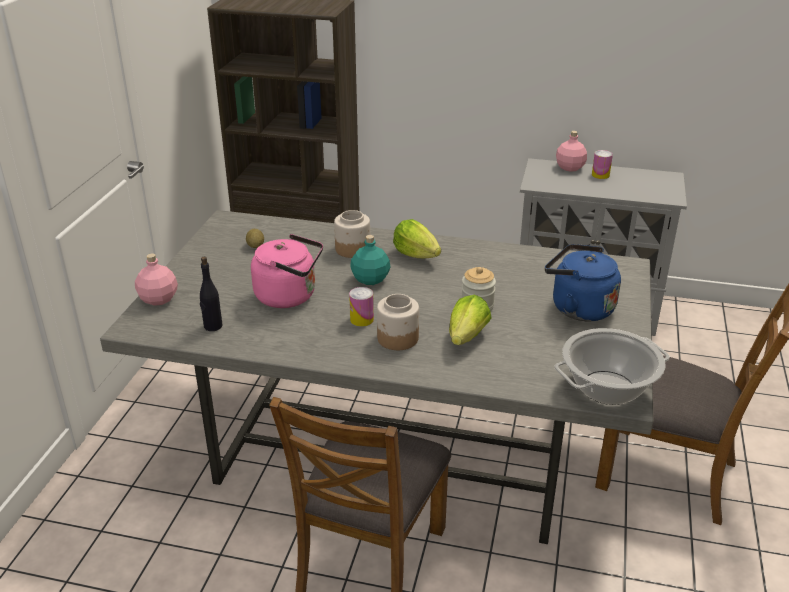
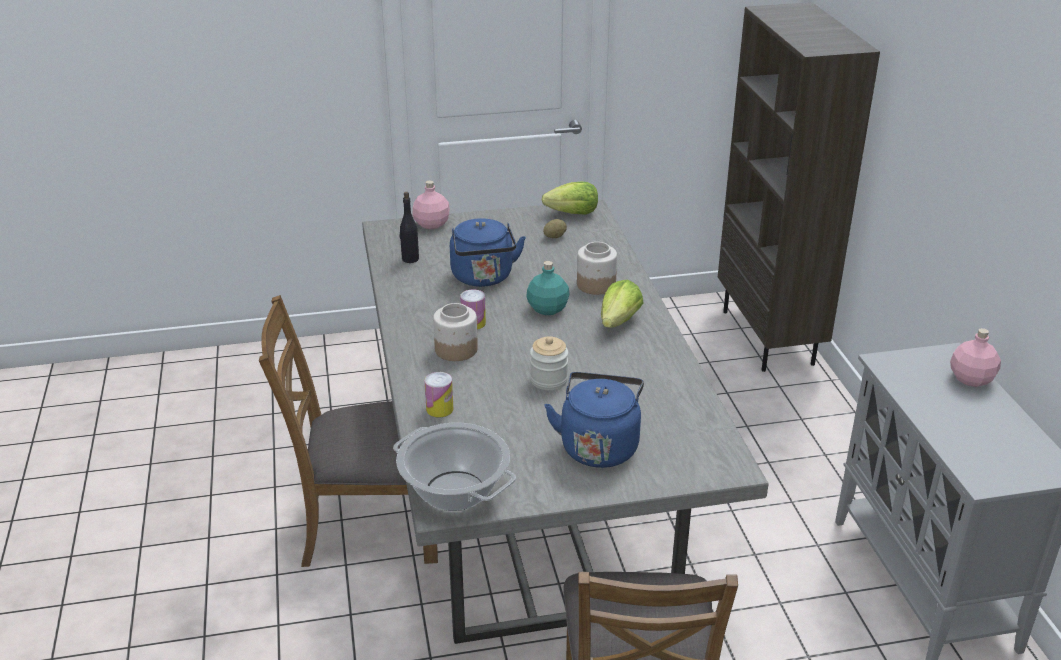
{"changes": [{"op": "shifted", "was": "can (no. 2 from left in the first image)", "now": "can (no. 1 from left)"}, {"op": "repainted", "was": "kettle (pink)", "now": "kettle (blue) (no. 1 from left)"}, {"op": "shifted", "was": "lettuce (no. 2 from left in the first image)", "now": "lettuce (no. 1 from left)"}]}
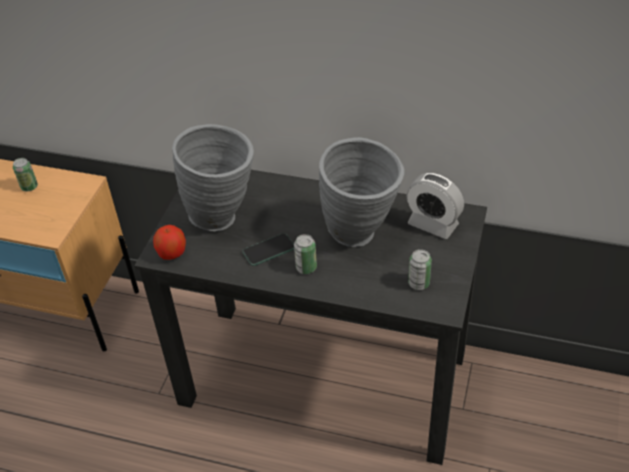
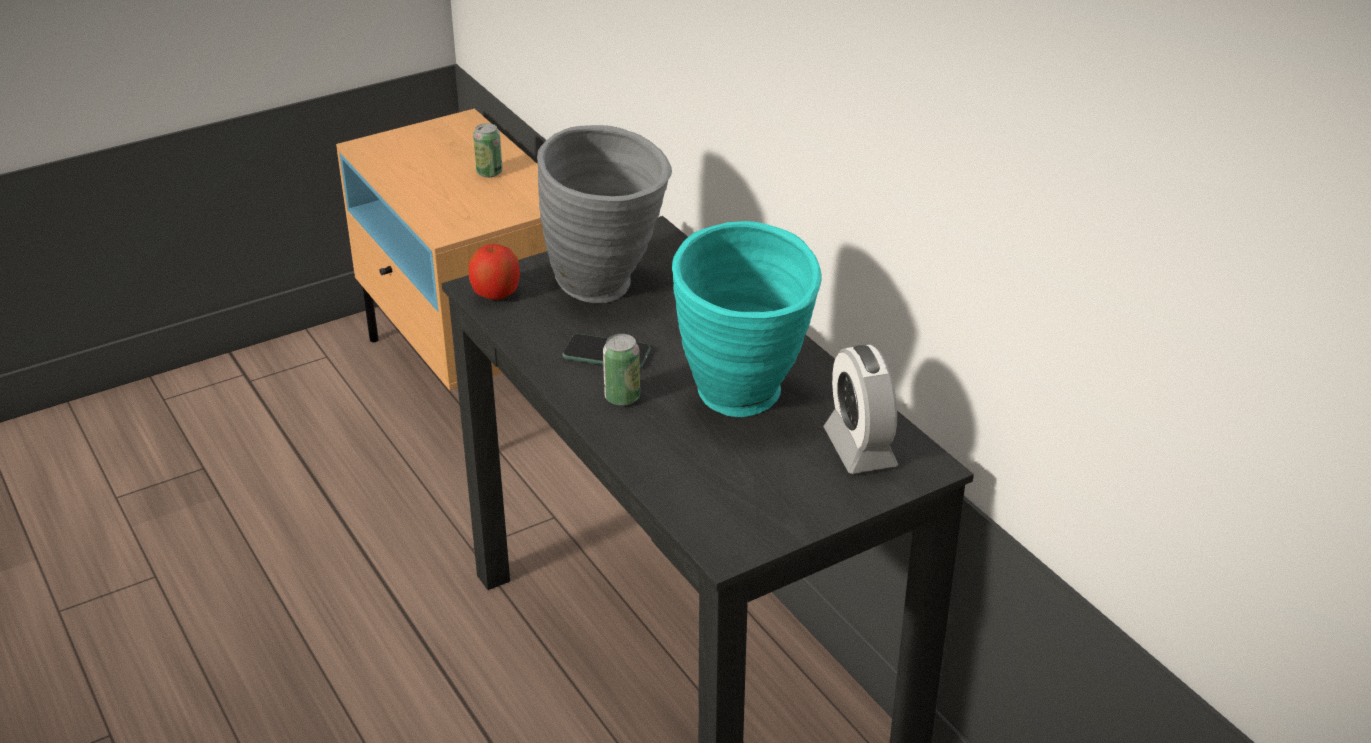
{"changes": [{"op": "repainted", "was": "vase (grey) (no. 2 from left)", "now": "vase (turquoise)"}, {"op": "gone", "was": "can (no. 3 from left)"}]}
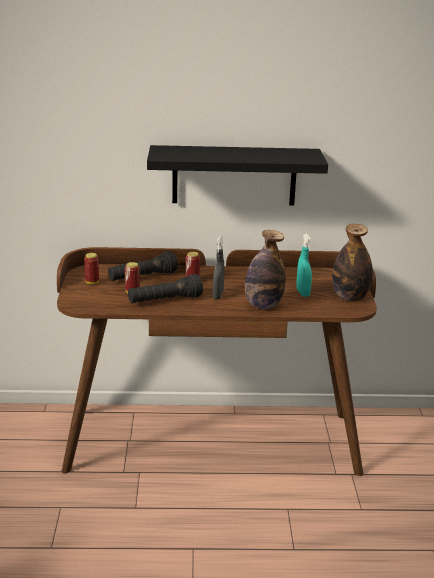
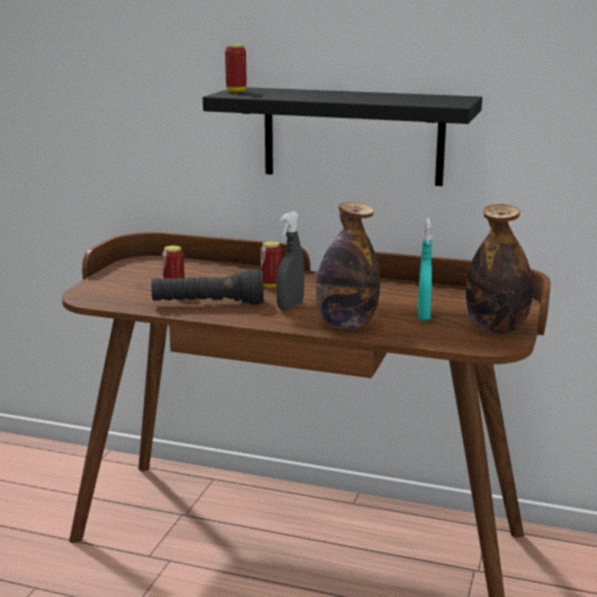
{"changes": [{"op": "shifted", "was": "can (no. 1 from left in the first image)", "now": "can (no. 2 from left)"}, {"op": "gone", "was": "flashlight (black) (no. 1 from left)"}]}
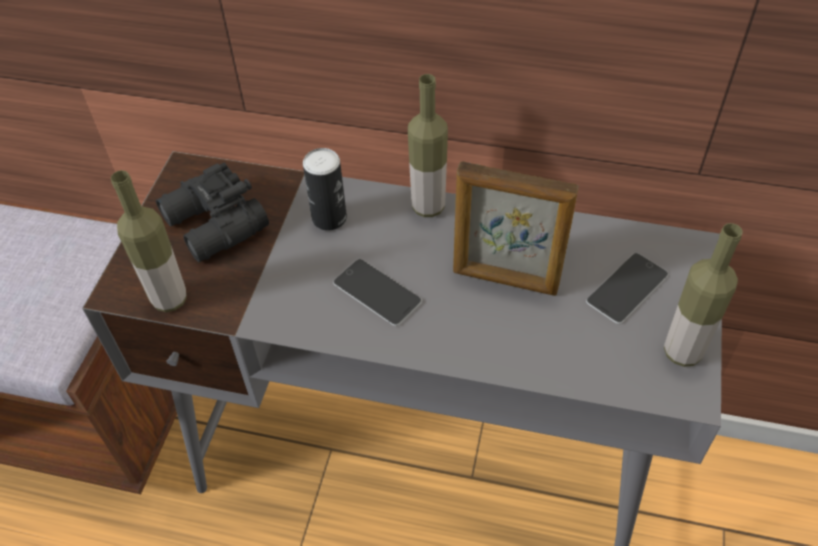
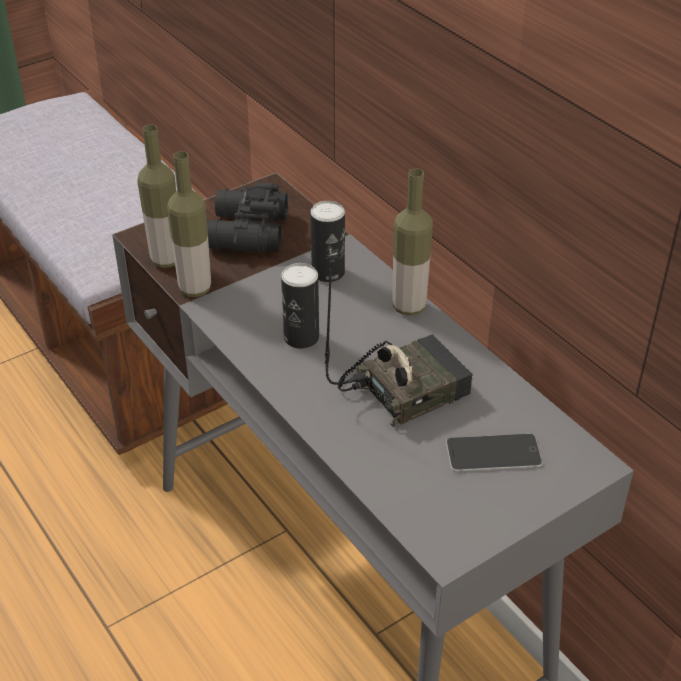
{"changes": [{"op": "shifted", "was": "bottle (no. 3 from left in the first image)", "now": "bottle (no. 2 from left)"}, {"op": "swapped", "was": "phone (no. 1 from left)", "now": "can (no. 1 from left)"}, {"op": "swapped", "was": "picture frame", "now": "radio"}]}
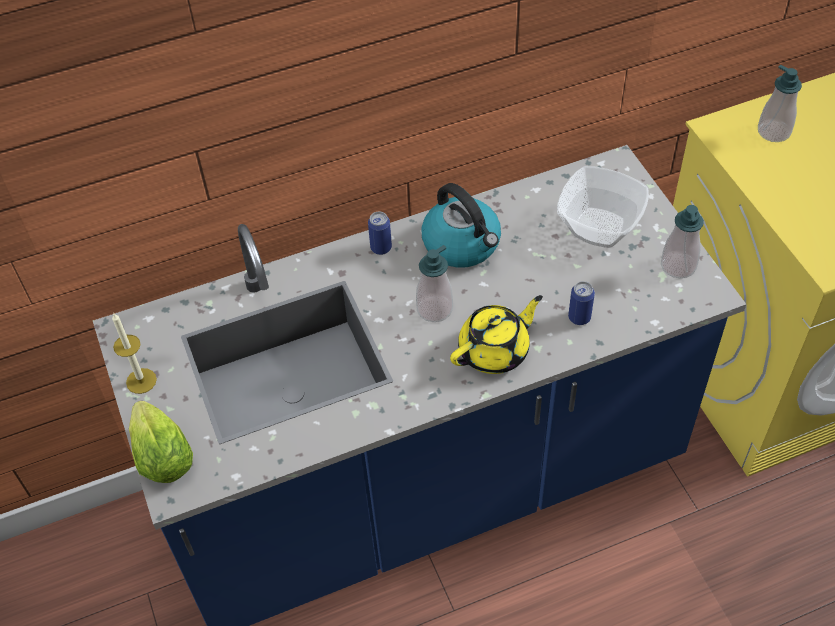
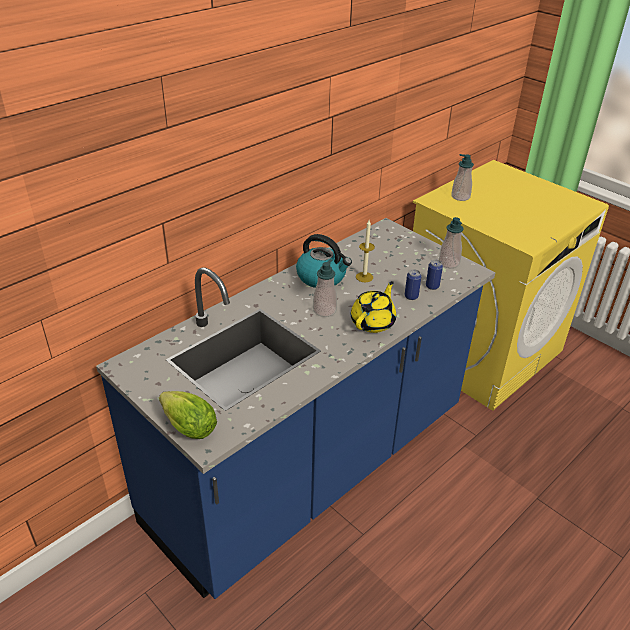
{"changes": [{"op": "shifted", "was": "candle"}, {"op": "shifted", "was": "can (no. 1 from left in the first image)", "now": "can (no. 2 from left)"}, {"op": "gone", "was": "bowl"}]}
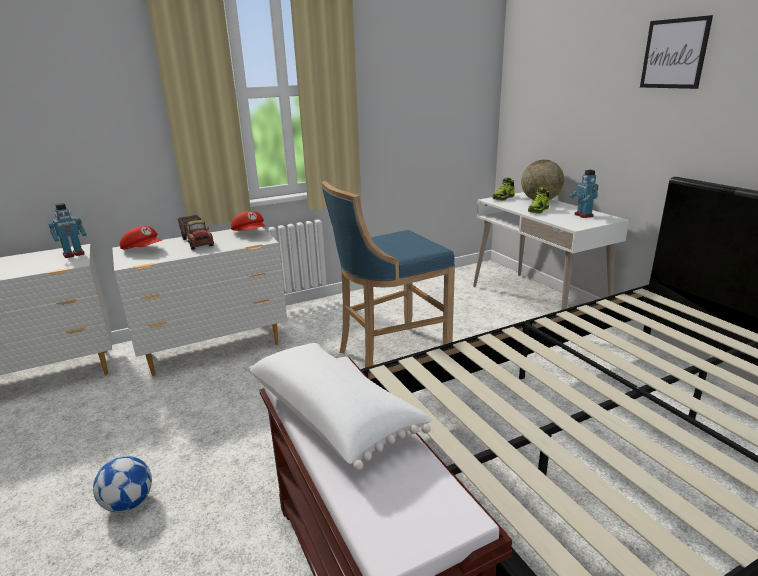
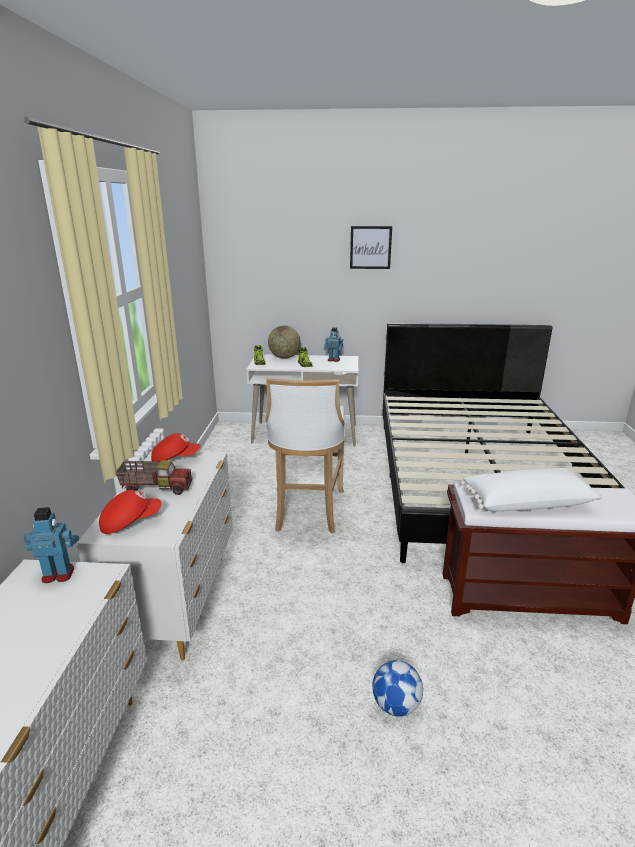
{"changes": [{"op": "rotated", "was": "toy robot (no. 1 from left)", "clockwise": -90}, {"op": "repainted", "was": "stool (blue)", "now": "stool (white)"}]}
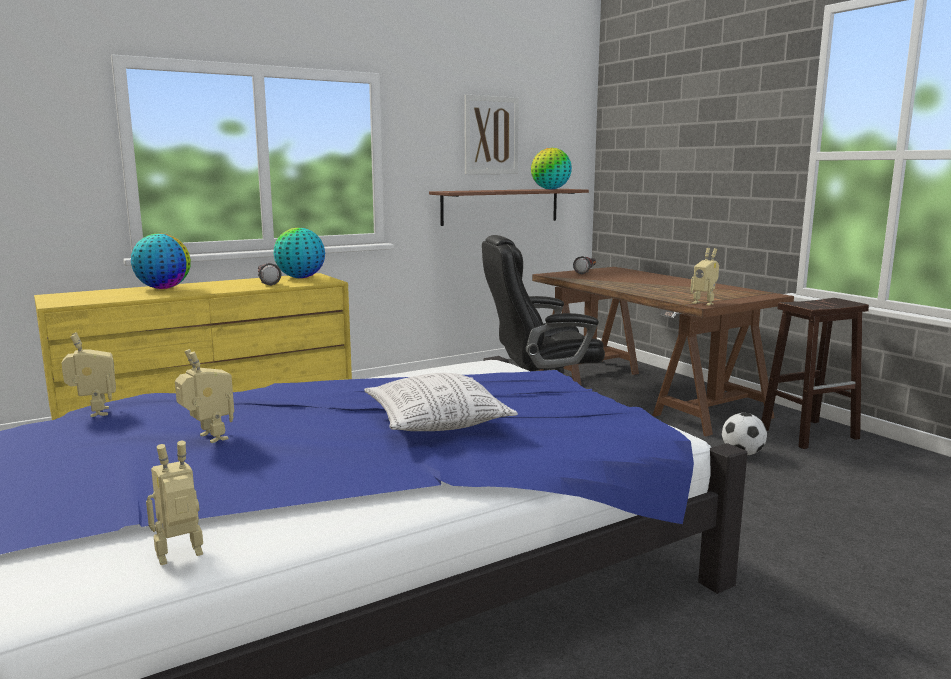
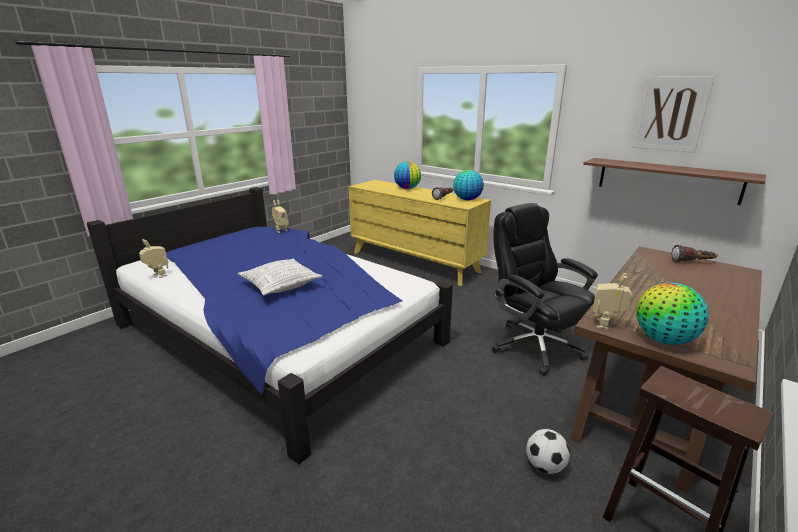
{"changes": [{"op": "shifted", "was": "globe (no. 3 from left)"}, {"op": "gone", "was": "toy robot (no. 3 from left)"}]}
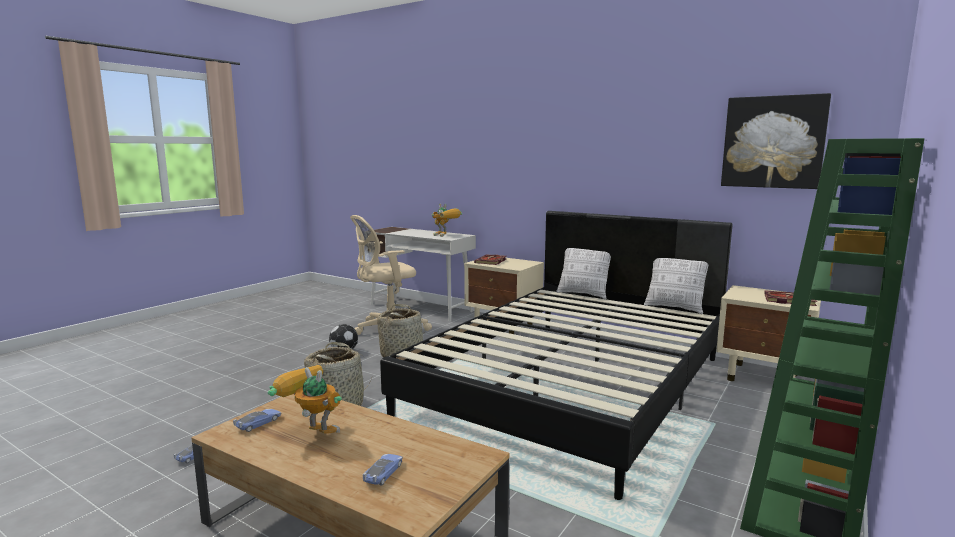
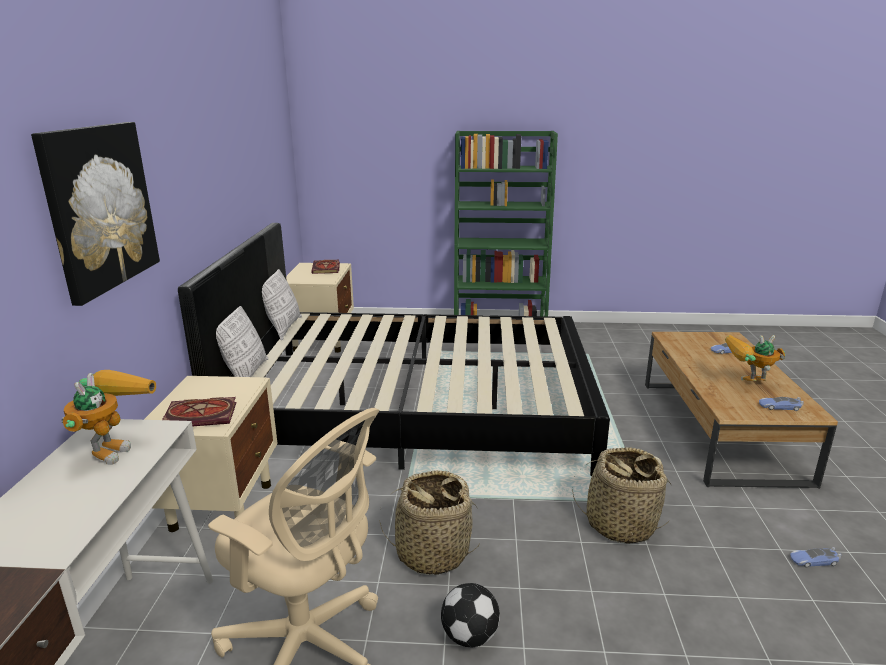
{"changes": [{"op": "shifted", "was": "picture"}, {"op": "rotated", "was": "toy robot (no. 1 from left in the first image)", "clockwise": 90}]}
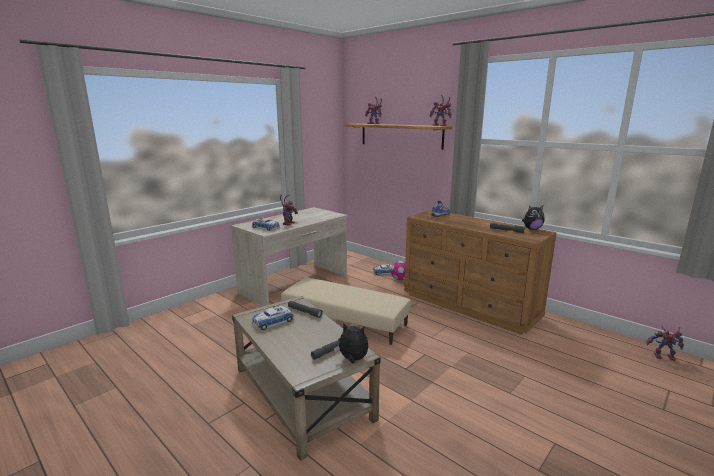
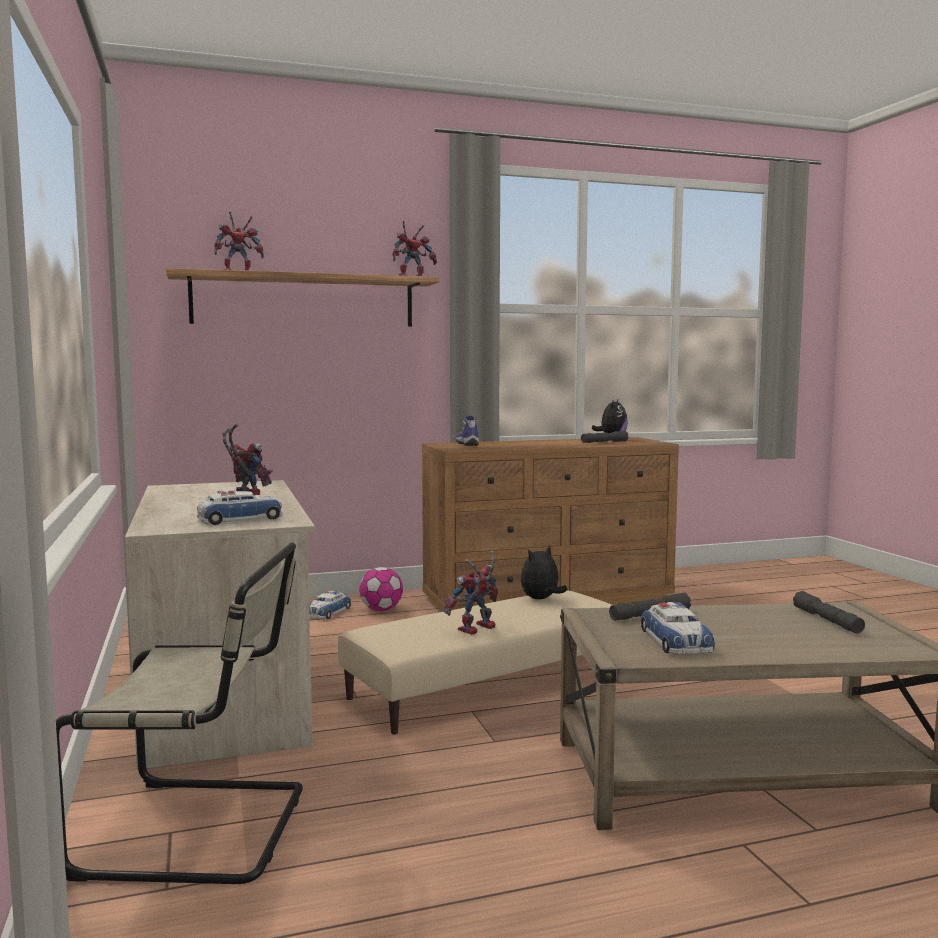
{"changes": [{"op": "new", "now": "chair (beige)"}, {"op": "shifted", "was": "toy robot (no. 4 from left)"}, {"op": "shifted", "was": "plush toy (no. 1 from left)"}]}
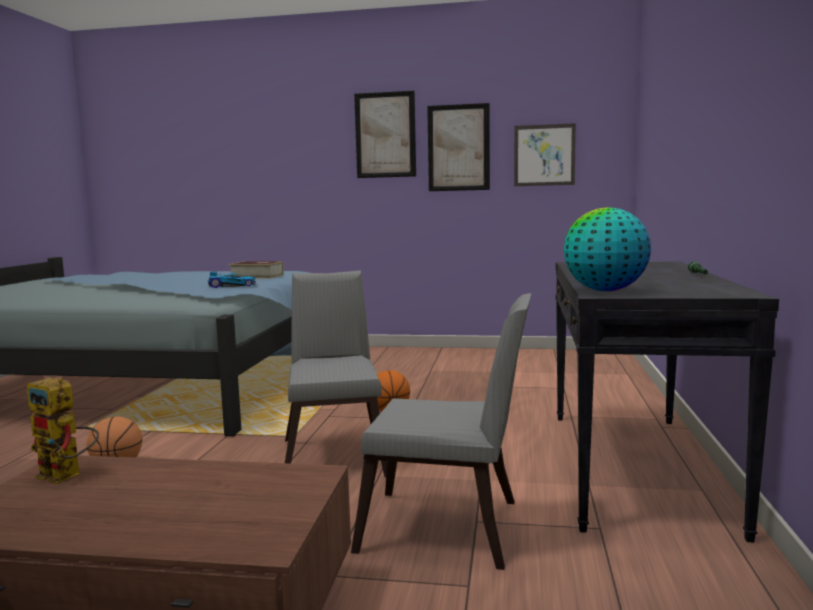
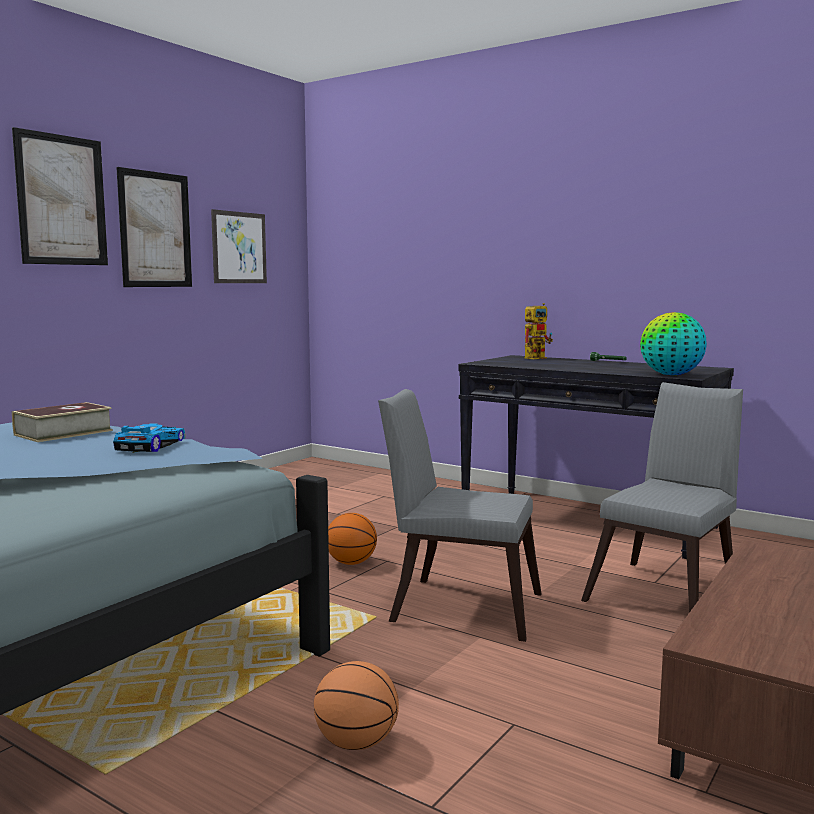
{"changes": [{"op": "shifted", "was": "toy robot"}]}
